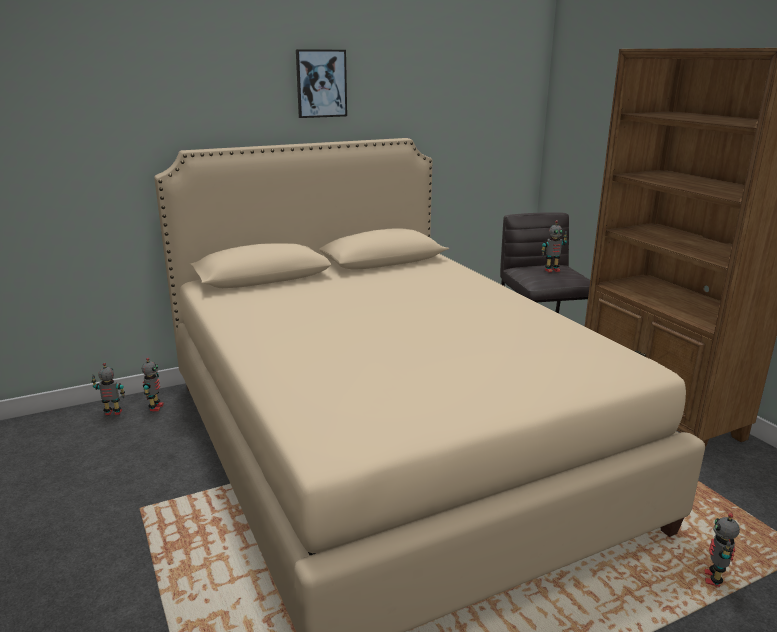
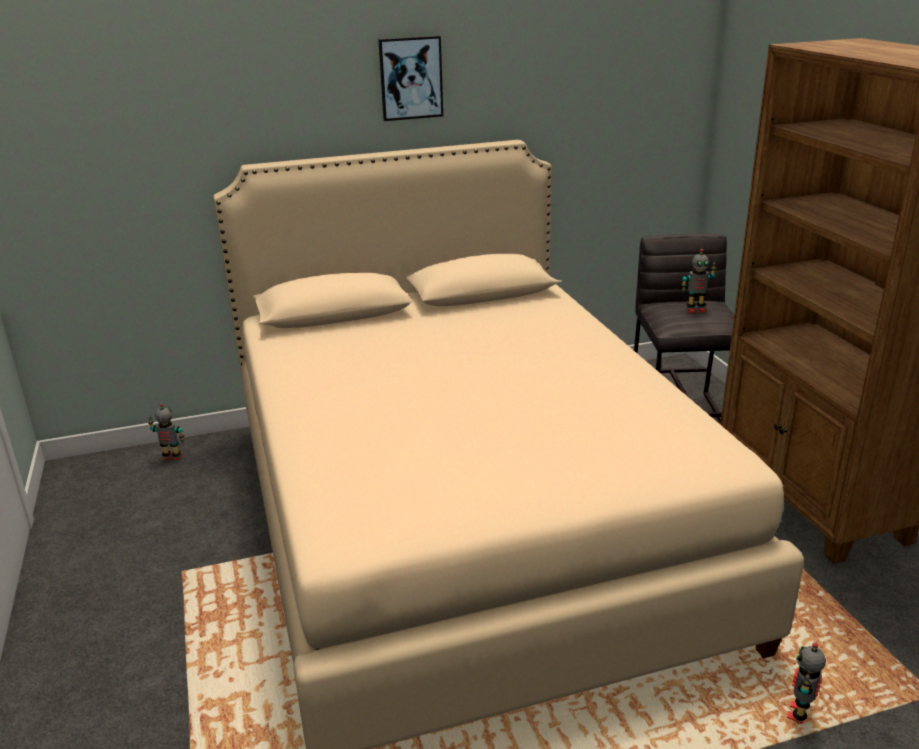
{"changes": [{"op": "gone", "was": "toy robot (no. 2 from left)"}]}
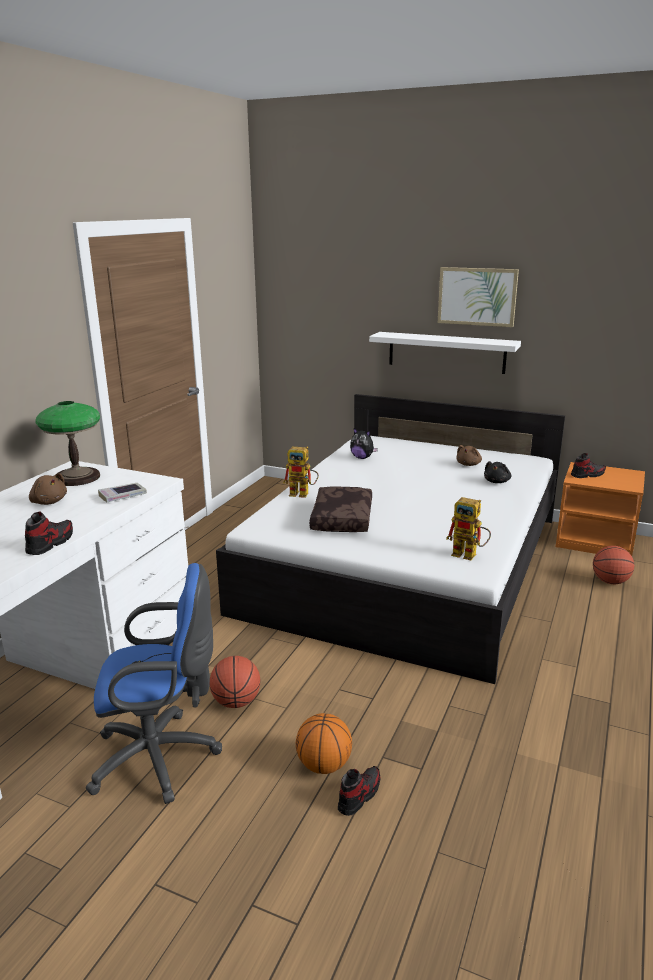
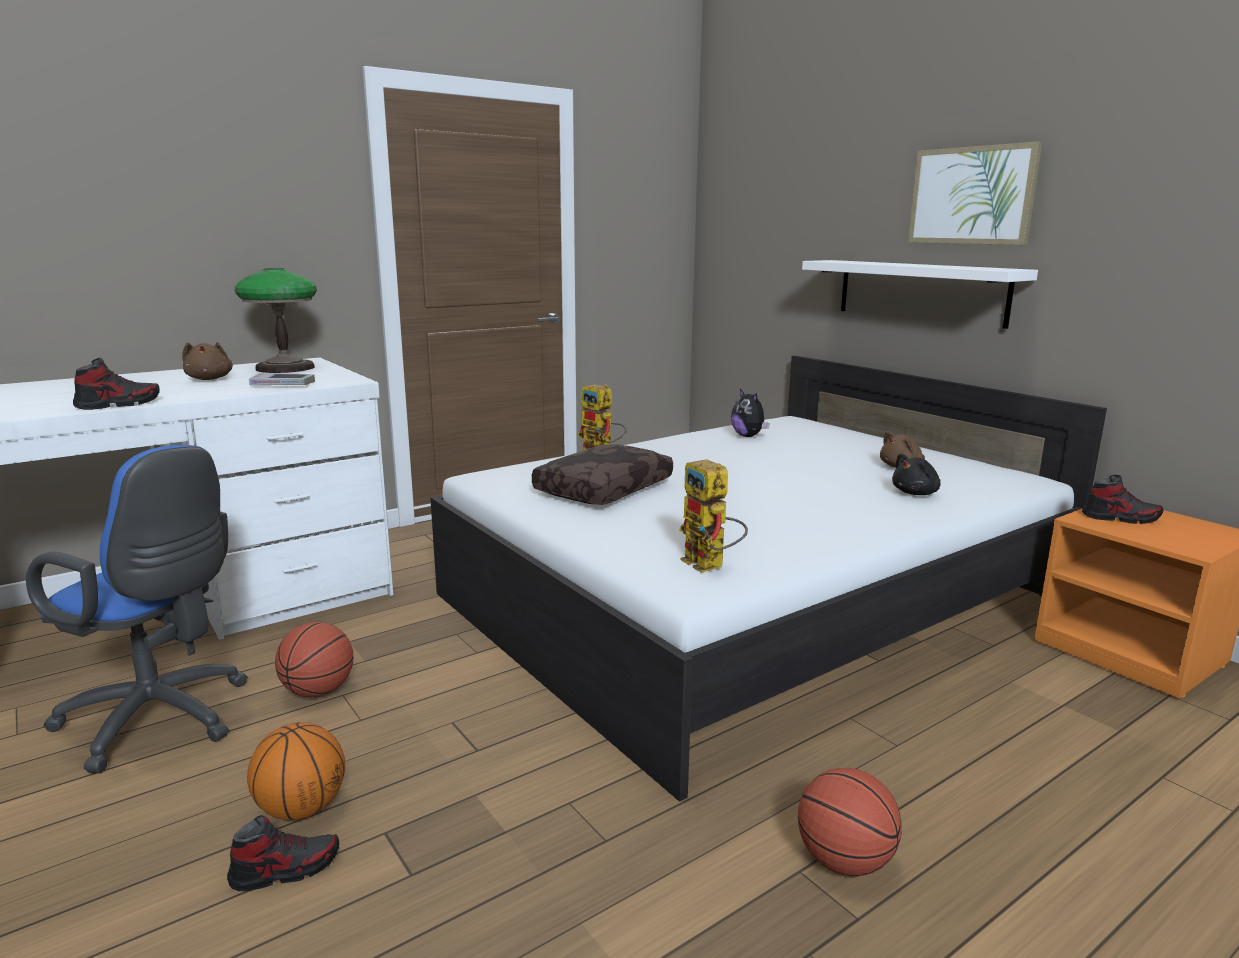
{"changes": [{"op": "shifted", "was": "basketball (no. 3 from left)"}]}
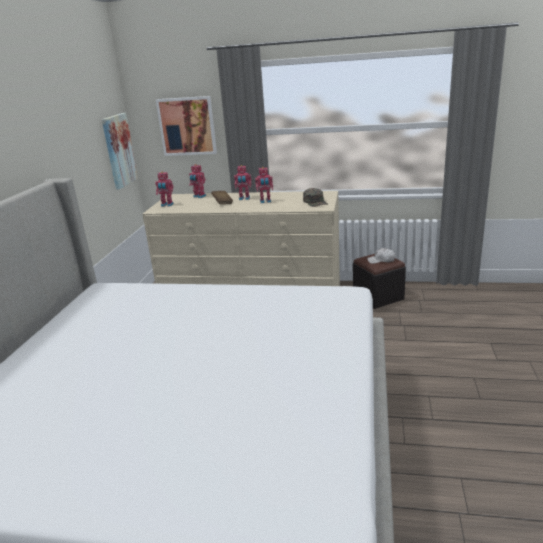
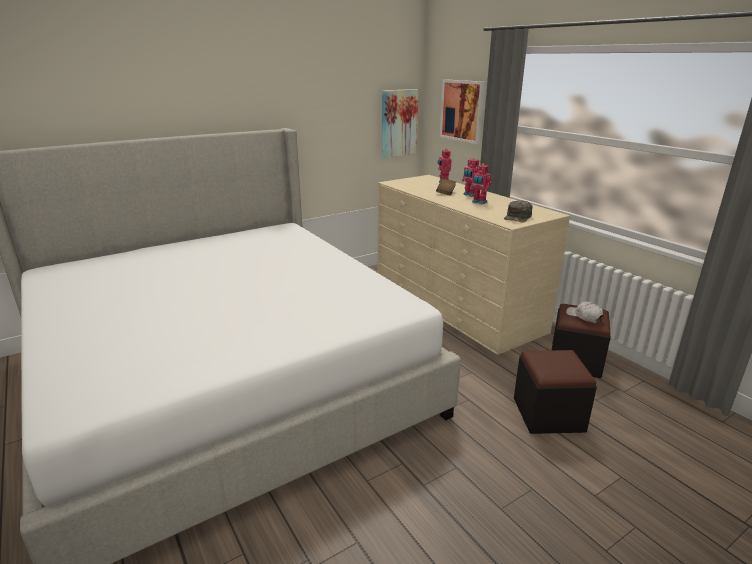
{"changes": [{"op": "new", "now": "ottoman (black) (no. 1 from left)"}, {"op": "gone", "was": "toy robot (no. 1 from left)"}]}
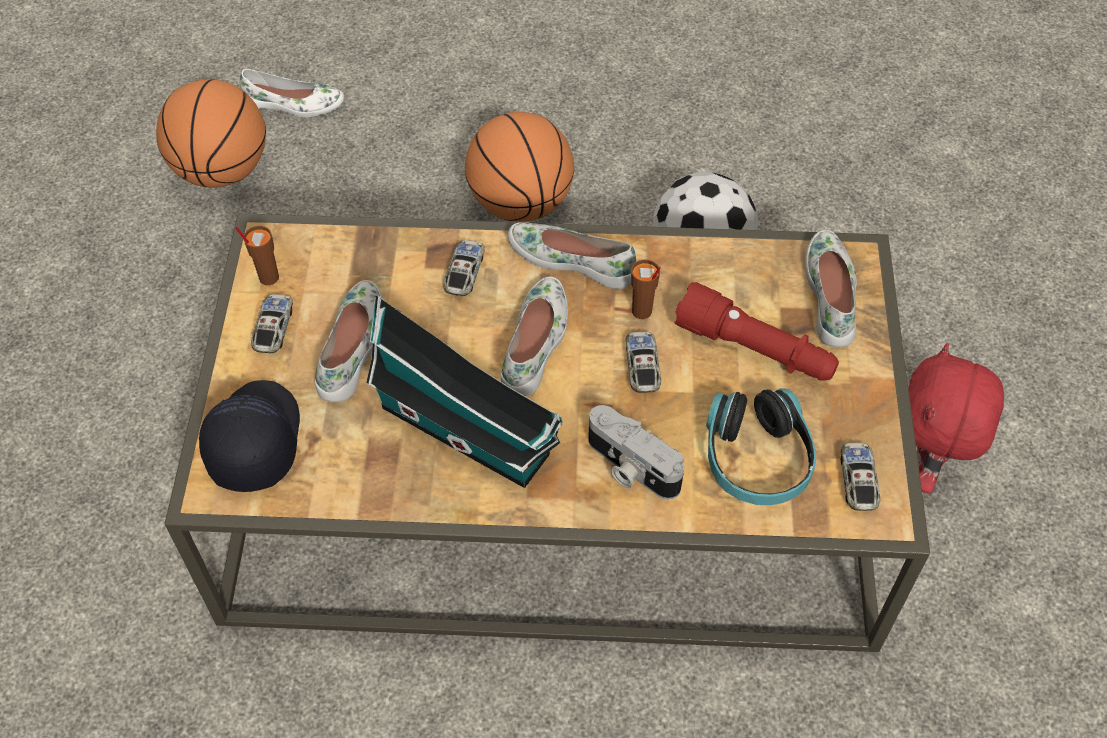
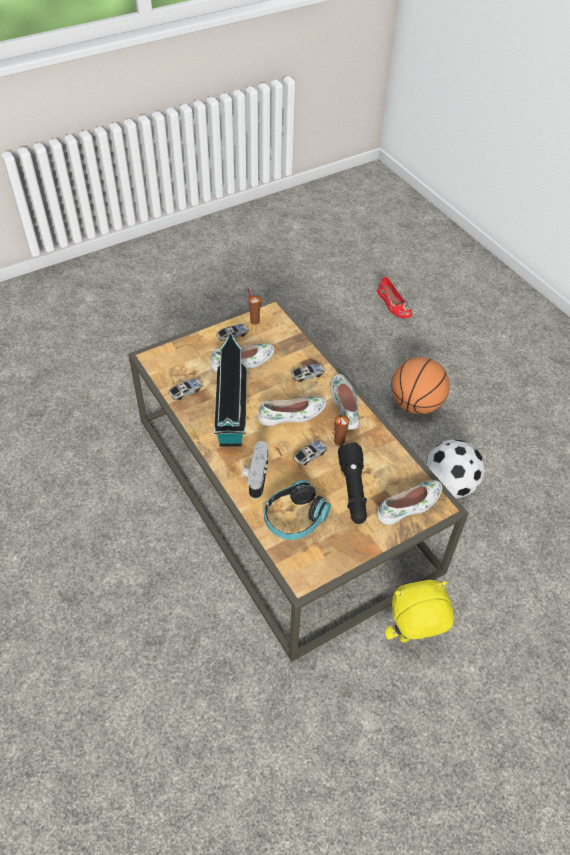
{"changes": [{"op": "shifted", "was": "toy car (no. 4 from left in the first image)", "now": "toy car (no. 1 from left)"}, {"op": "repainted", "was": "flashlight (red)", "now": "flashlight (black)"}, {"op": "repainted", "was": "shoe (white) (no. 1 from left)", "now": "shoe (red)"}, {"op": "repainted", "was": "plush toy (red)", "now": "plush toy (yellow)"}, {"op": "gone", "was": "basketball (no. 1 from left)"}, {"op": "gone", "was": "cap (black)"}]}
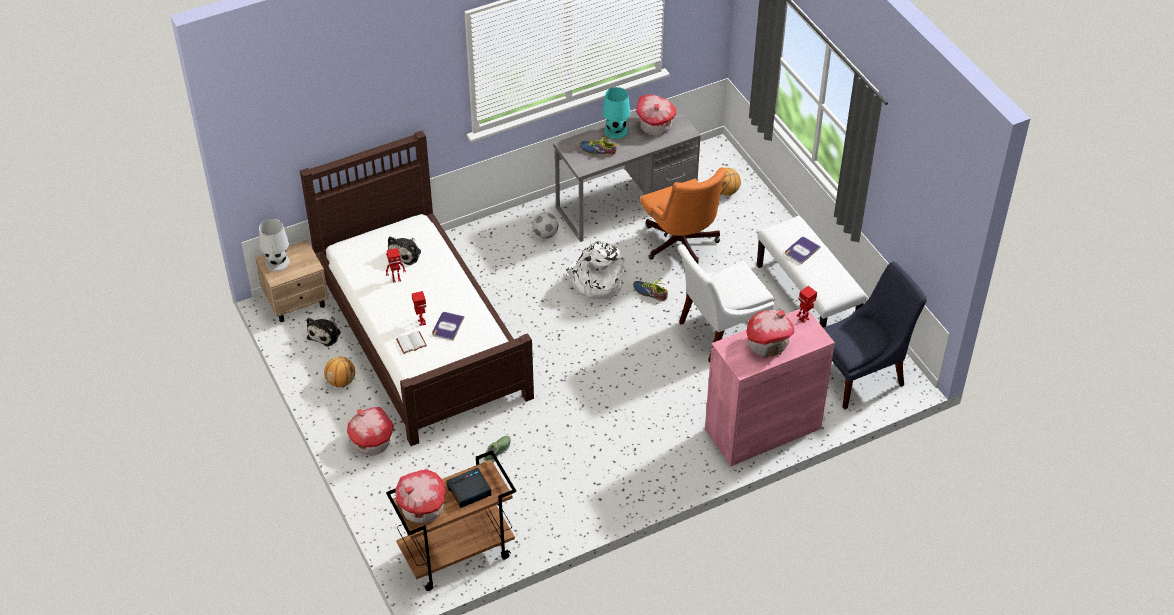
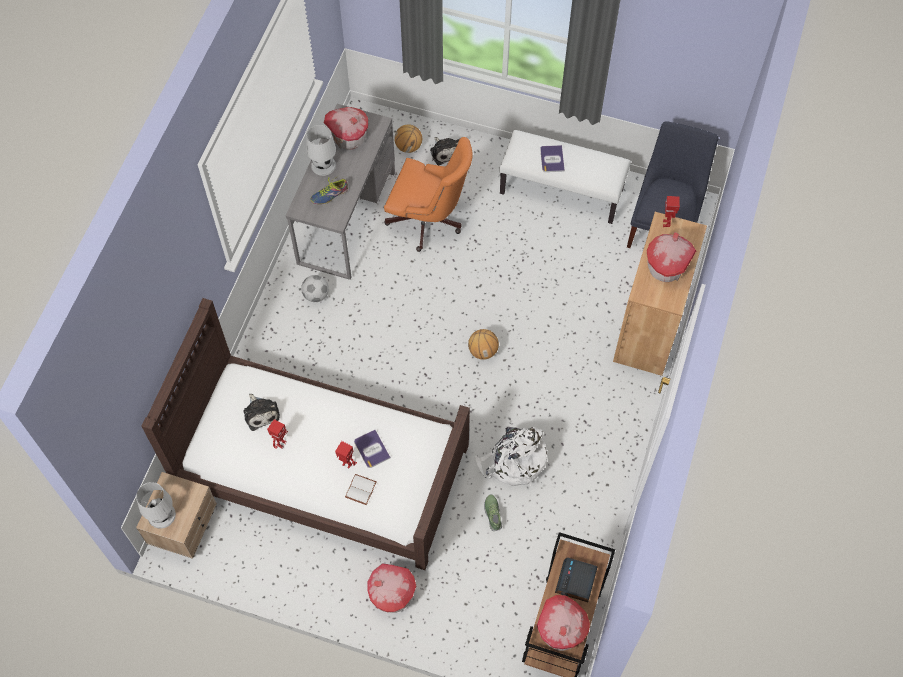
{"changes": [{"op": "repainted", "was": "table lamp (turquoise)", "now": "table lamp (white) (no. 2 from left)"}, {"op": "shifted", "was": "plush toy (no. 1 from left in the first image)", "now": "plush toy (no. 2 from left)"}, {"op": "shifted", "was": "basketball (no. 1 from left in the first image)", "now": "basketball (no. 2 from left)"}, {"op": "shifted", "was": "backpack (white)"}, {"op": "repainted", "was": "cabinet (pink)", "now": "cabinet (brown)"}, {"op": "gone", "was": "shoe (no. 3 from left)"}, {"op": "gone", "was": "chair (white)"}]}
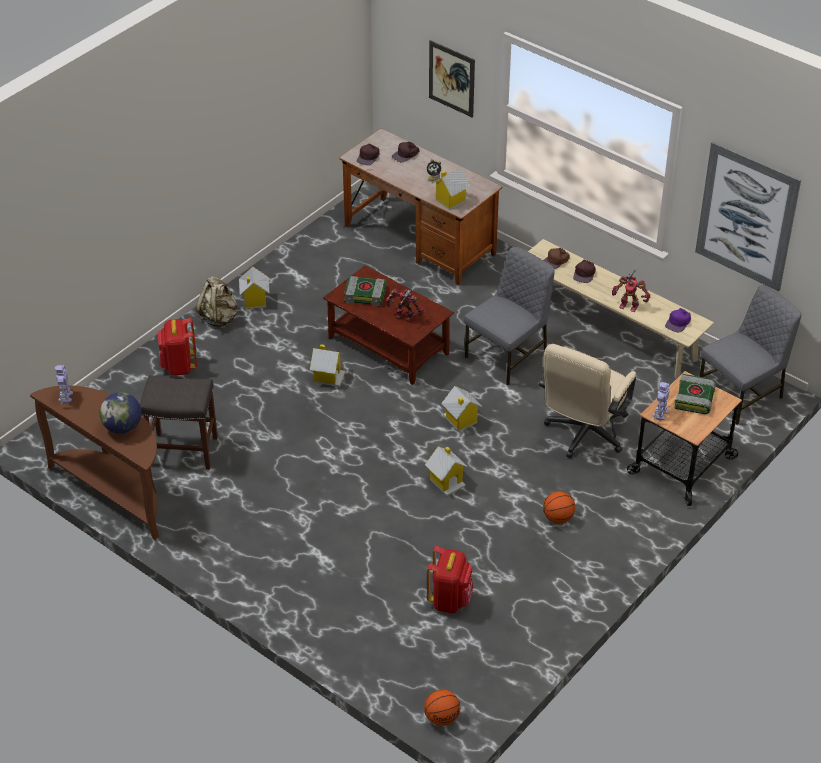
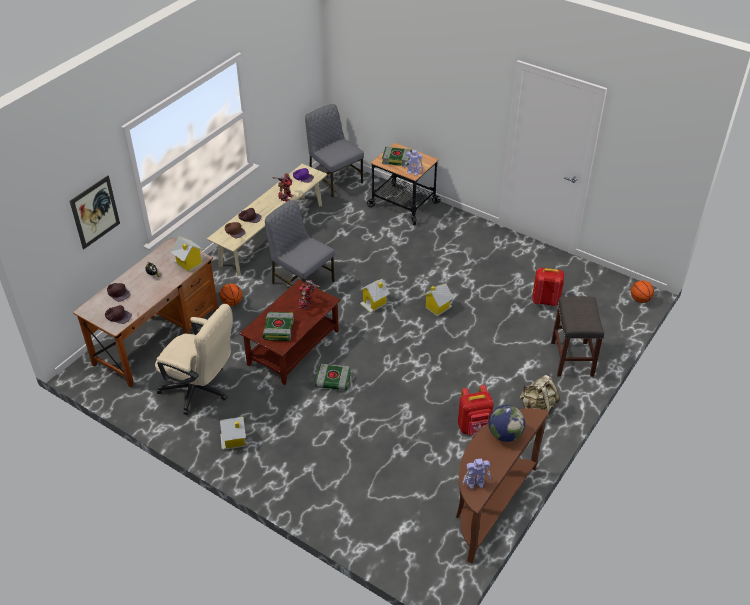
{"changes": [{"op": "shifted", "was": "office chair (beige)"}, {"op": "shifted", "was": "basketball (no. 2 from left in the first image)", "now": "basketball (no. 1 from left)"}, {"op": "swapped", "was": "toy house (no. 2 from left)", "now": "book (no. 2 from left)"}, {"op": "shifted", "was": "backpack (red) (no. 1 from left)"}, {"op": "shifted", "was": "backpack (beige)"}, {"op": "shifted", "was": "stool (grey)"}, {"op": "gone", "was": "picture (no. 2 from left)"}]}
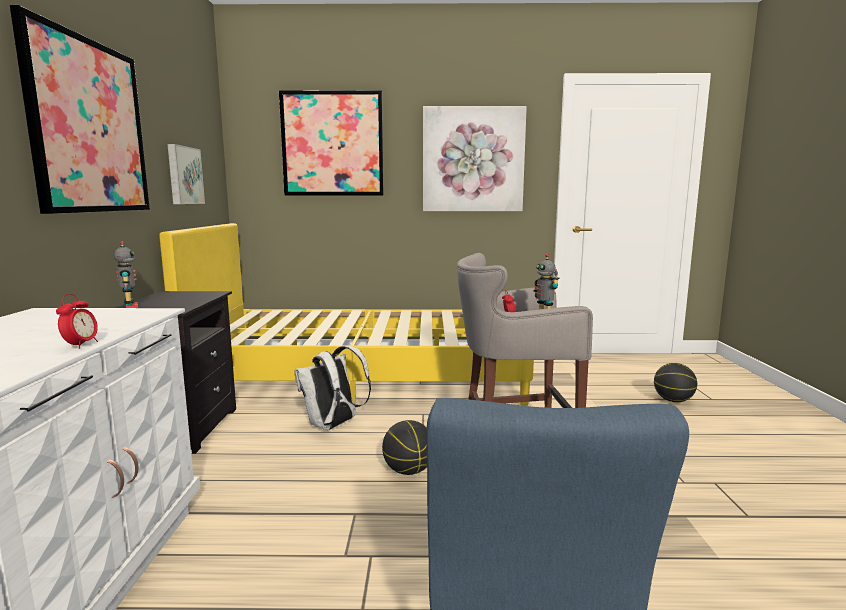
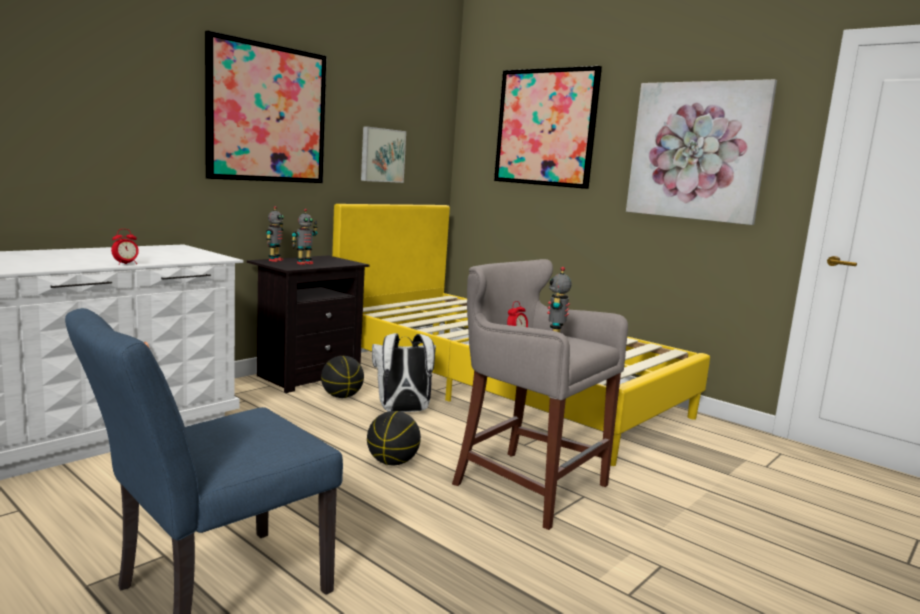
{"changes": [{"op": "new", "now": "toy robot (no. 2 from left)"}, {"op": "shifted", "was": "basketball (no. 2 from left in the first image)", "now": "basketball (no. 1 from left)"}]}
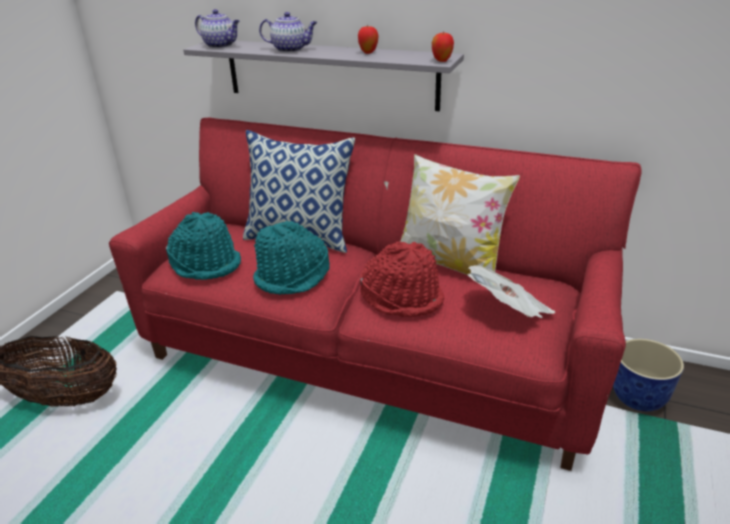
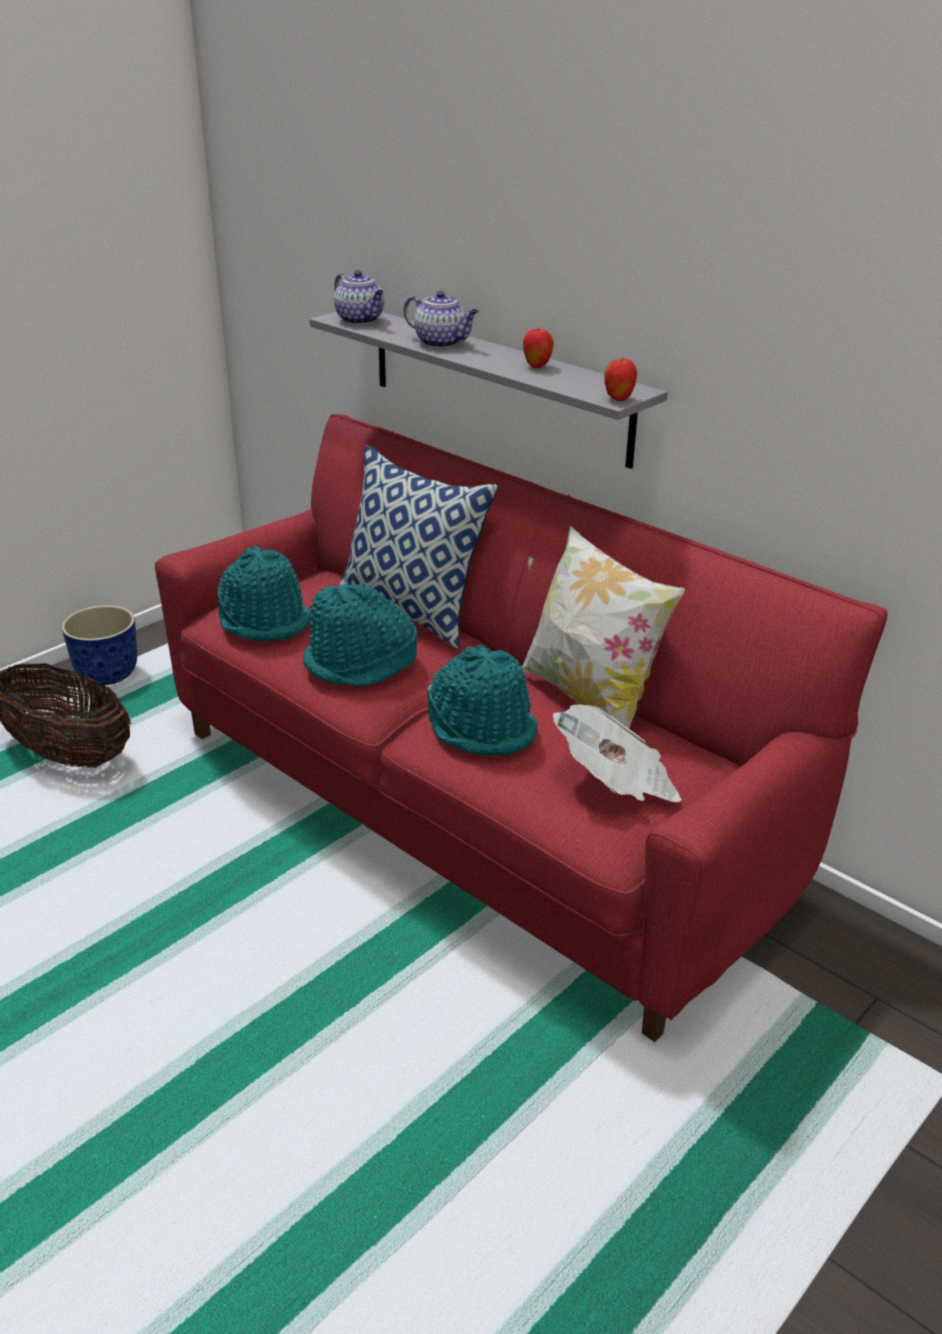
{"changes": [{"op": "shifted", "was": "planter"}, {"op": "repainted", "was": "hat (red)", "now": "hat (turquoise) (no. 3 from left)"}]}
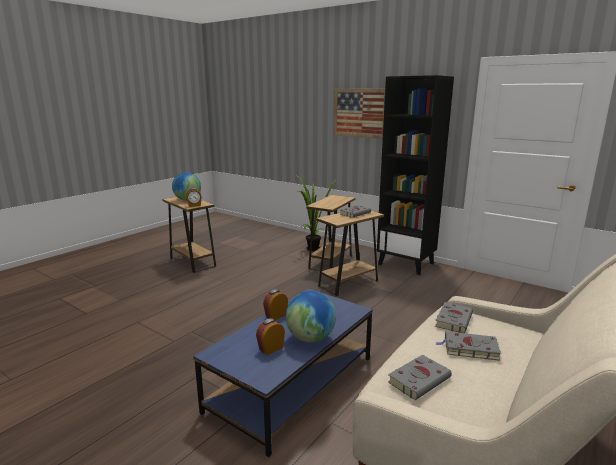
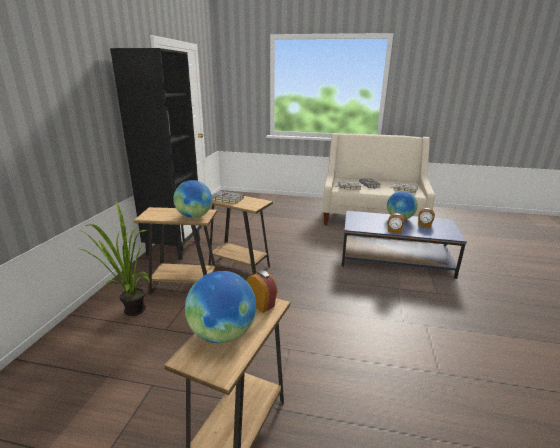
{"changes": [{"op": "new", "now": "globe (no. 1 from left)"}, {"op": "gone", "was": "picture"}]}
